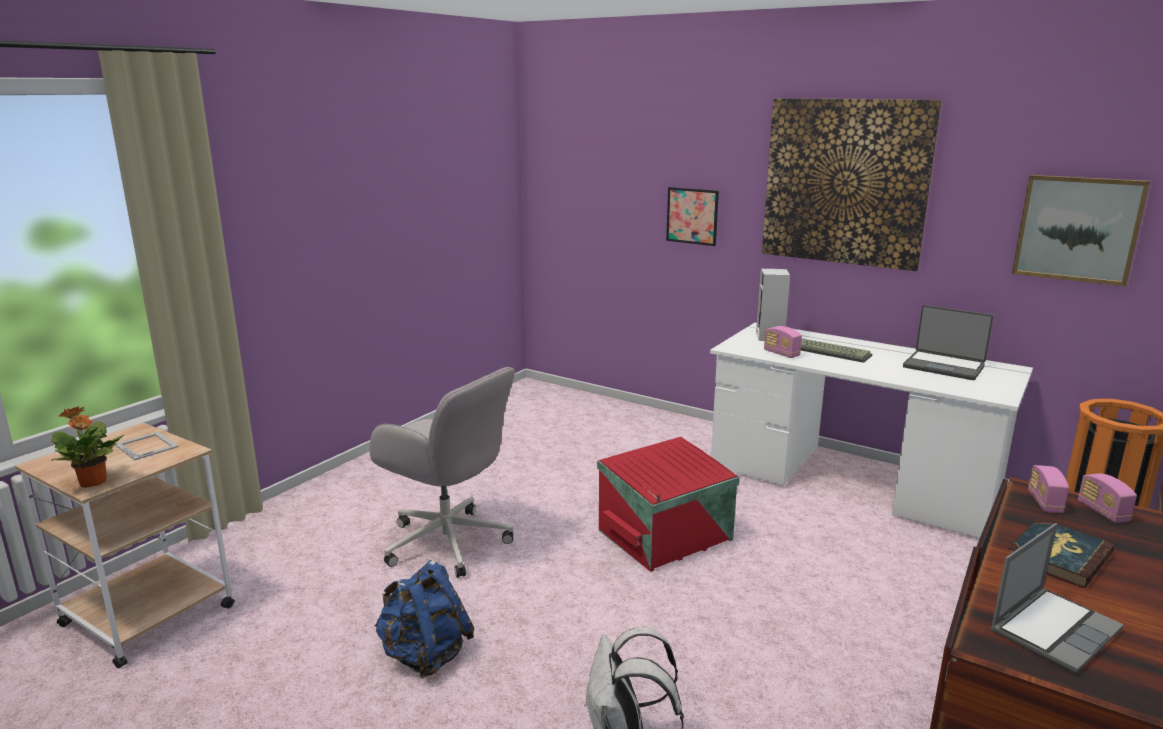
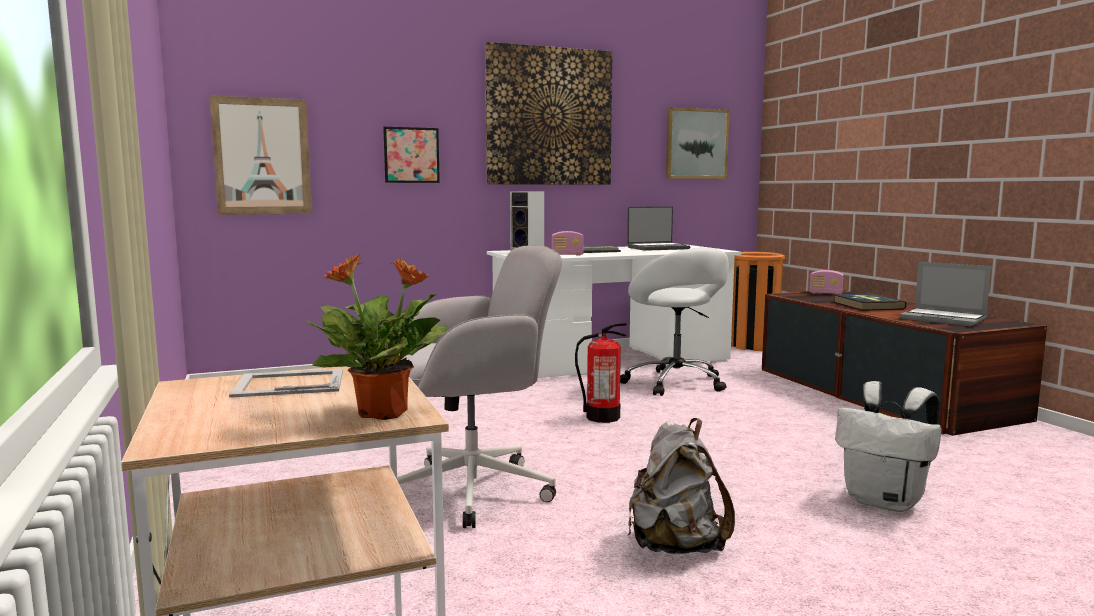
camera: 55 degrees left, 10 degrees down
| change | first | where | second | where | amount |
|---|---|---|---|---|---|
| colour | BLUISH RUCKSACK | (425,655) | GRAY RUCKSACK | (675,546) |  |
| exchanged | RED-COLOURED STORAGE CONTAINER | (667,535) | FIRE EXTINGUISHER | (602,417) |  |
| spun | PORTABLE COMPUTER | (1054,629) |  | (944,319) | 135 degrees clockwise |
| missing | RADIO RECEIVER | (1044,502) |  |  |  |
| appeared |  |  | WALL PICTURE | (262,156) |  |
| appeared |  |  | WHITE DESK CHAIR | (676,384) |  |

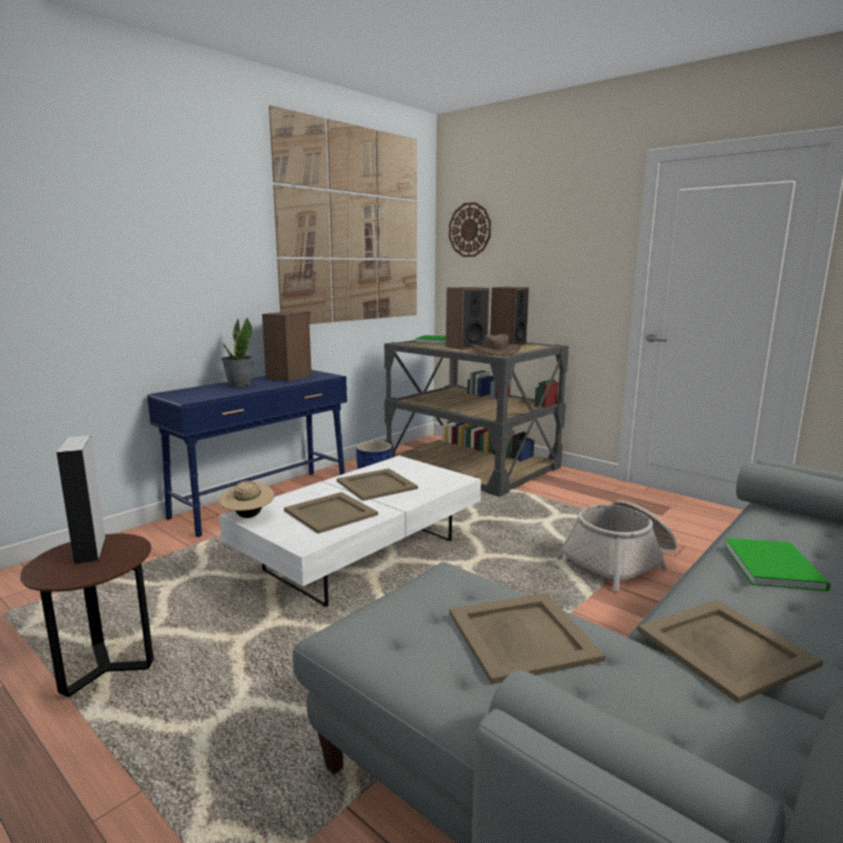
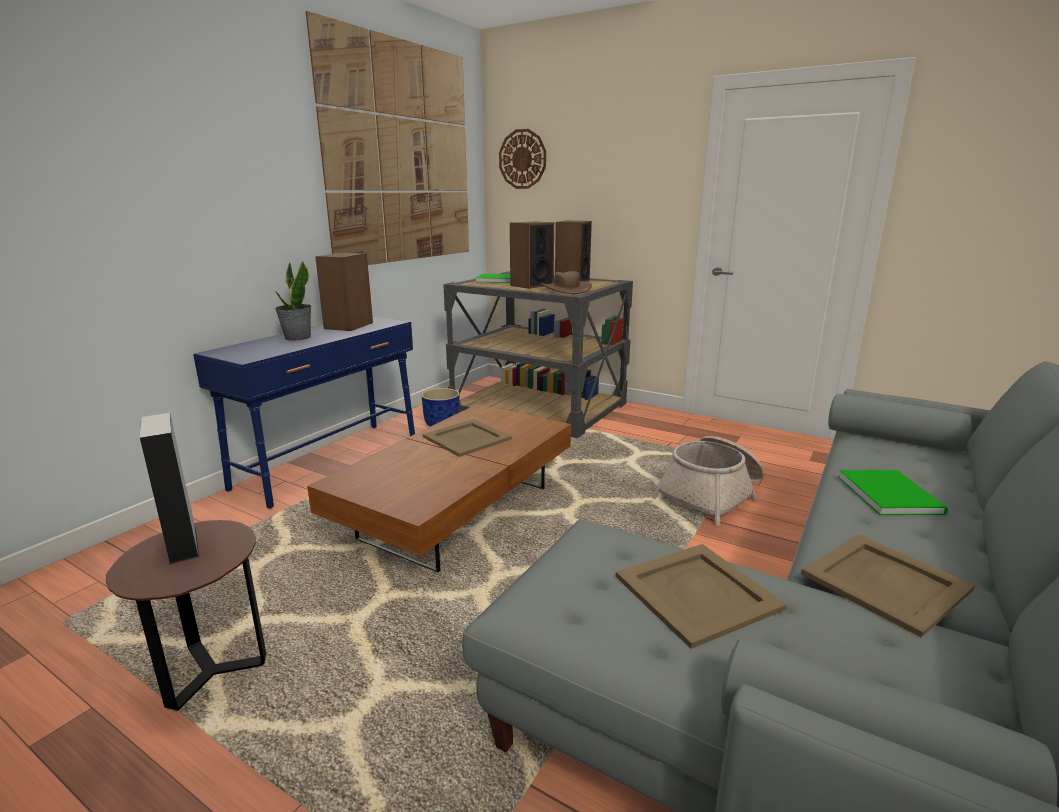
camera: 10 degrees left, 5 degrees up
| change | first | where | second | where | amount |
|---|---|---|---|---|---|
| colour | WHITE LOUNGE TABLE | (362,556) | BROWNISH LOUNGE TABLE | (457,513) |  |
| missing | SAND-COLOURED HAT | (248,516) |  |  |  |
| missing | SAND-COLOURED CARRYING TRAY | (331,512) |  |  |  |

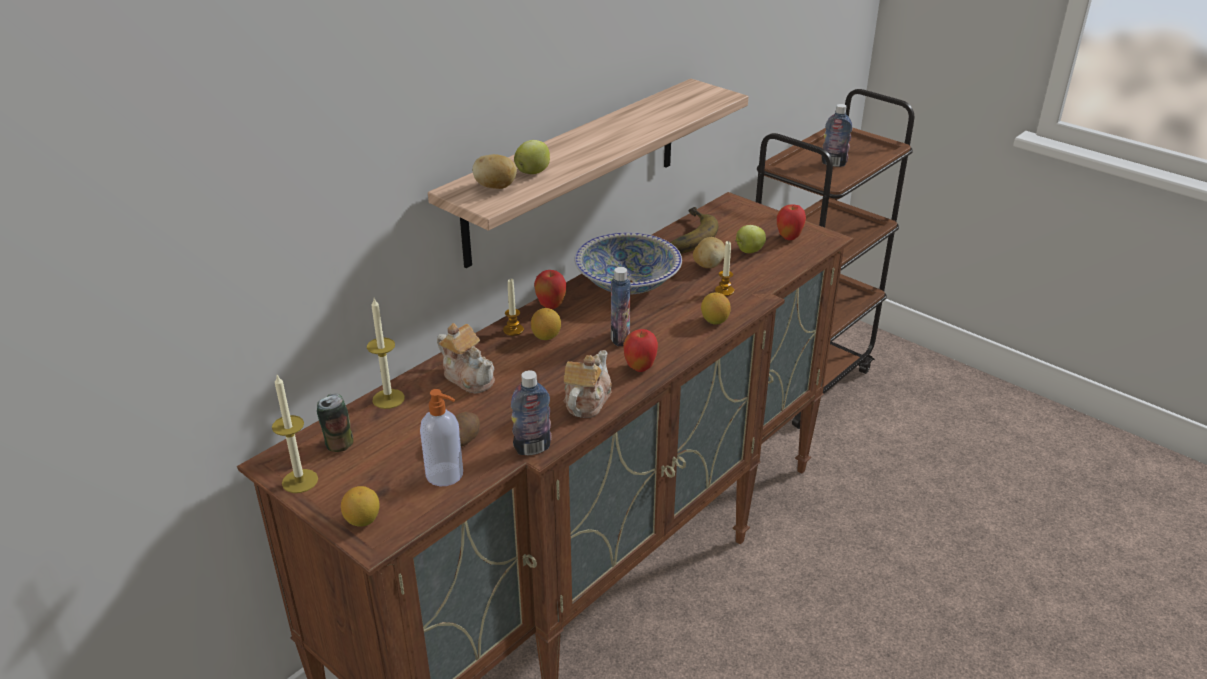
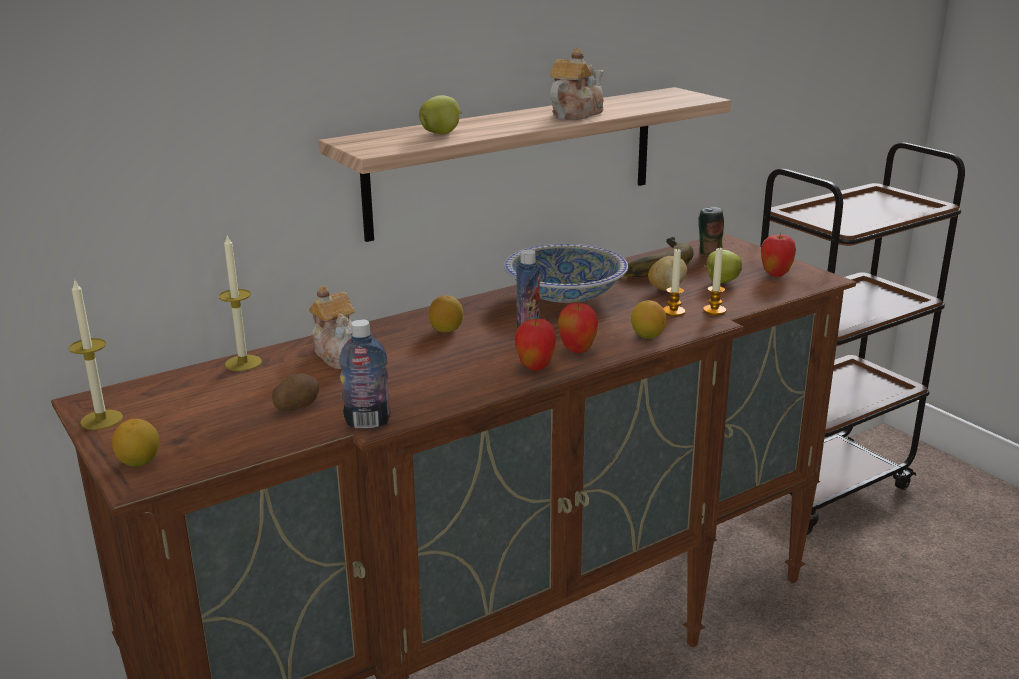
camera: 15 degrees right, 10 degrees down
| change | first | where | second | where | amount |
|---|---|---|---|---|---|
| relocated | SEALED CAN | (339,443) |  | (709,252) |  |
| missing | SOAP BOTTLE | (446,475) |  |  |  |
| missing | WHOLE POTATO | (495,187) |  |  |  |
| relocated | WAX CANDLE | (513,330) |  | (714,310) |  |
| relocated | APPLE | (551,306) |  | (577,350) |  |
| relocated | TEA POT | (586,401) |  | (575,114) |  |
| missing | BOTTLE | (833,163) |  |  |  |

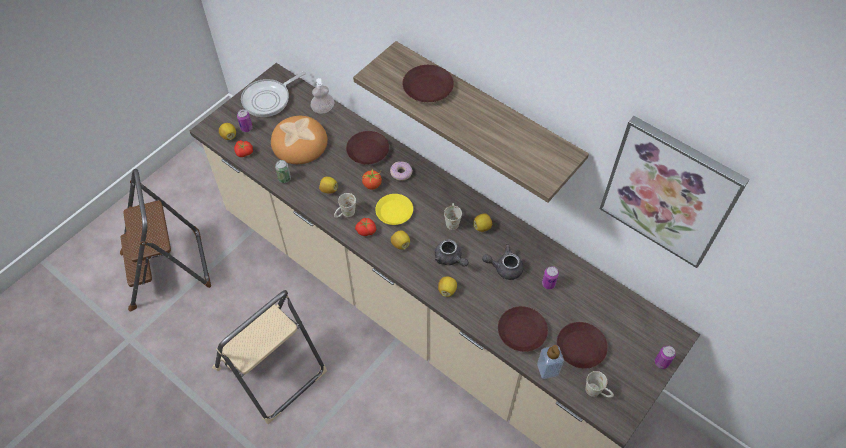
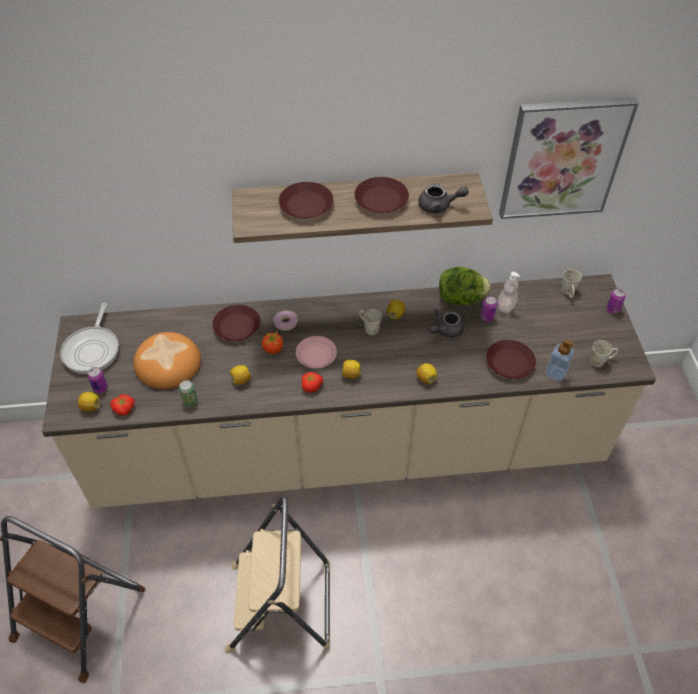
camera: 45 degrees left, 5 degrees down
| change | first | where | second | where | amount |
|---|---|---|---|---|---|
| relocated | SOAP BOTTLE | (323,109) |  | (506,306) |  |
| relocated | WHITE TEA MUG | (345,214) |  | (568,293) |  |
| colour | YELLOW DINNER PLATE | (394,211) | PINKISH DINNER PLATE | (316,354) |  |
| relocated | GRAY TEA POT | (450,259) |  | (439,206) |  |
| relocated | BROWNISH DINNER PLATE | (581,347) |  | (381,199) |  |
| appeared |  |  | HEAD OF LETTUCE | (461,299) |  |

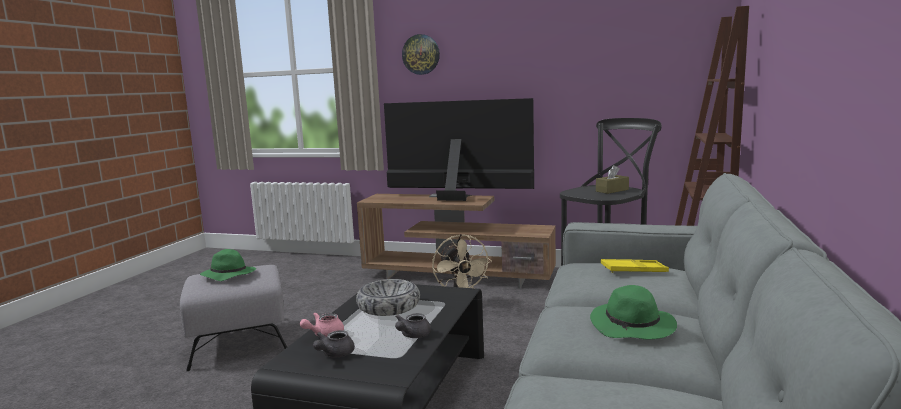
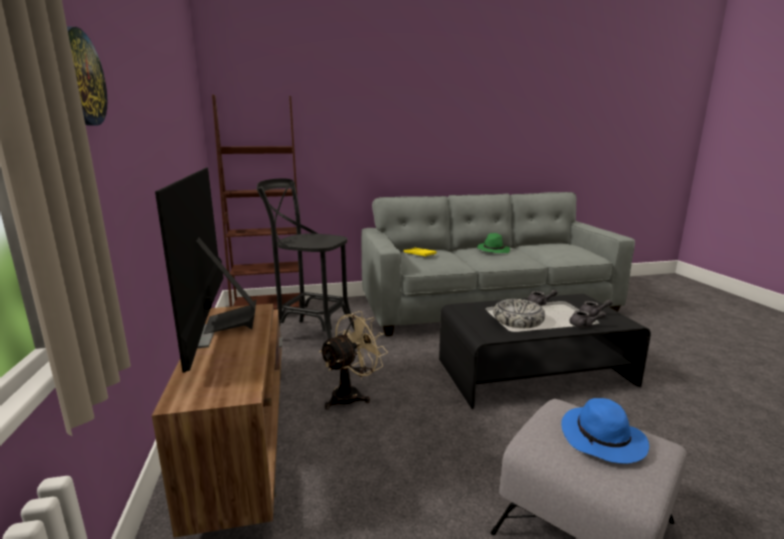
camera: 120 degrees left, 5 degrees up
| change | first | where | second | where | amount |
|---|---|---|---|---|---|
| colour | GREEN HAT | (228,275) | BLUISH HAT | (603,439) |  |
| colour | PINKISH TEA POT | (324,334) | GRAY TEA POT | (584,325) |  |
| missing | BROWNISH BOX OF TISSUES | (612,190) |  |  |  |

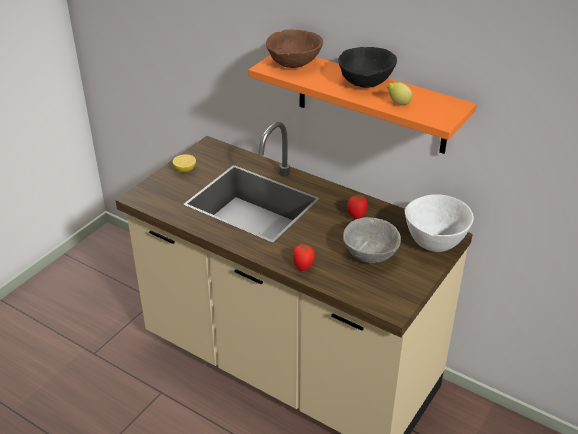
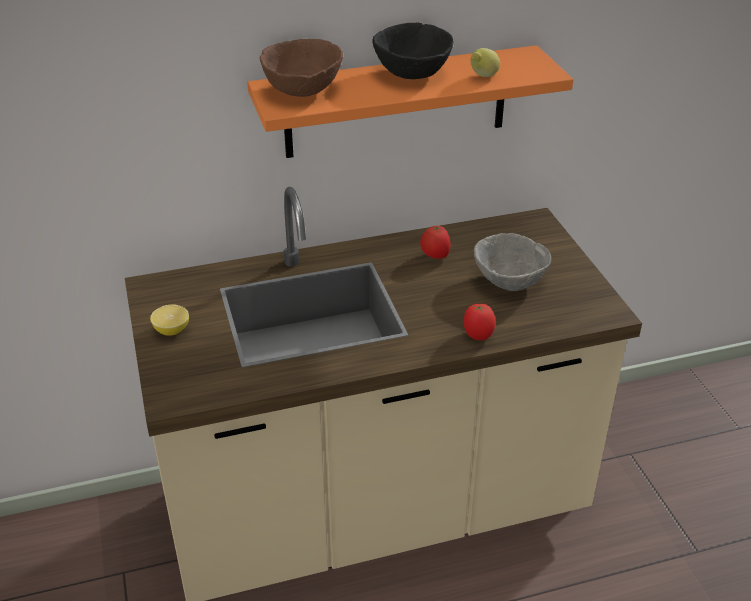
camera: 50 degrees left, 0 degrees up
| change | first | where | second | where | amount |
|---|---|---|---|---|---|
| missing | WHITE BOWL | (435,244) |  |  |  |

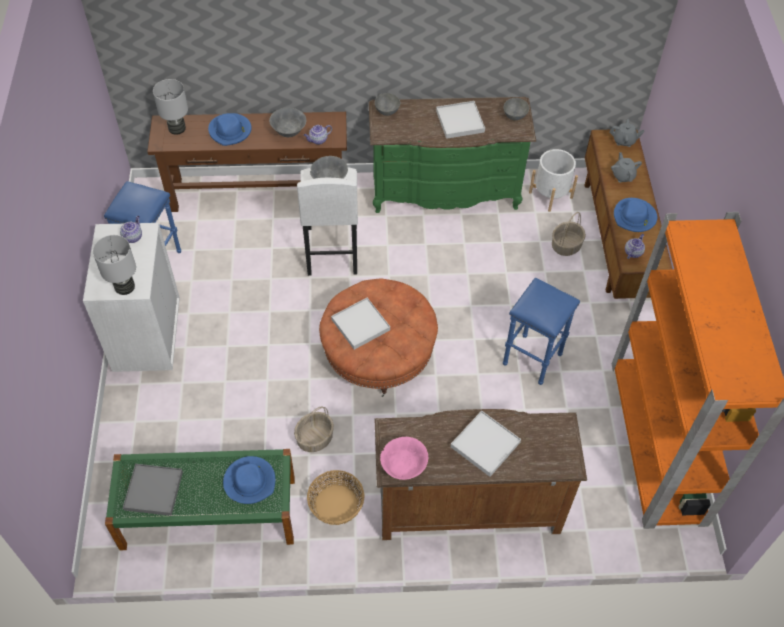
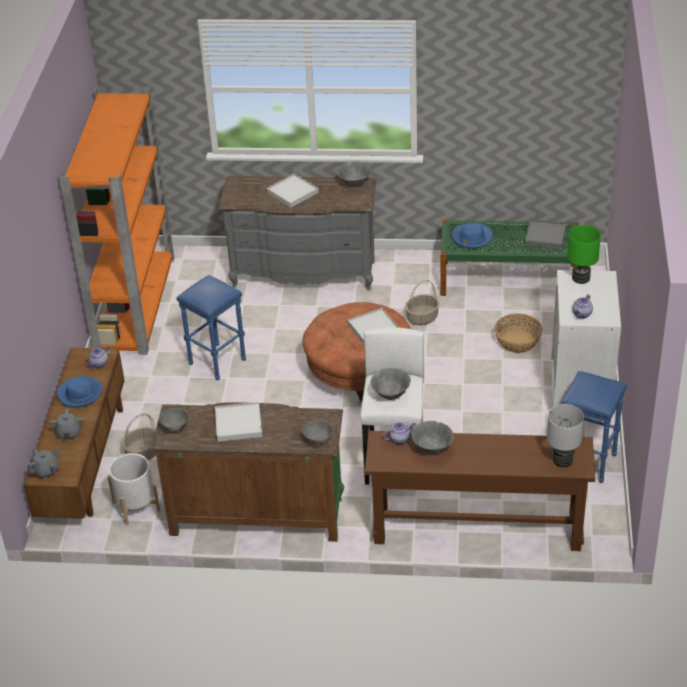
camera: 170 degrees left, 15 degrees down
| change | first | where | second | where | amount |
|---|---|---|---|---|---|
| colour | GRAY TABLE LAMP | (124,287) | GREEN TABLE LAMP | (580,278) |  |
| missing | BLUISH HAT | (230,131) |  |  |  |
| relocated | BASKET | (335,504) |  | (518,341) |  |
| colour | PINKISH BOWL | (403,467) | GRAY BOWL | (355,184) |  |
| spun | GRAY TEA POT | (624,141) |  | (46,471) | 120 degrees clockwise |

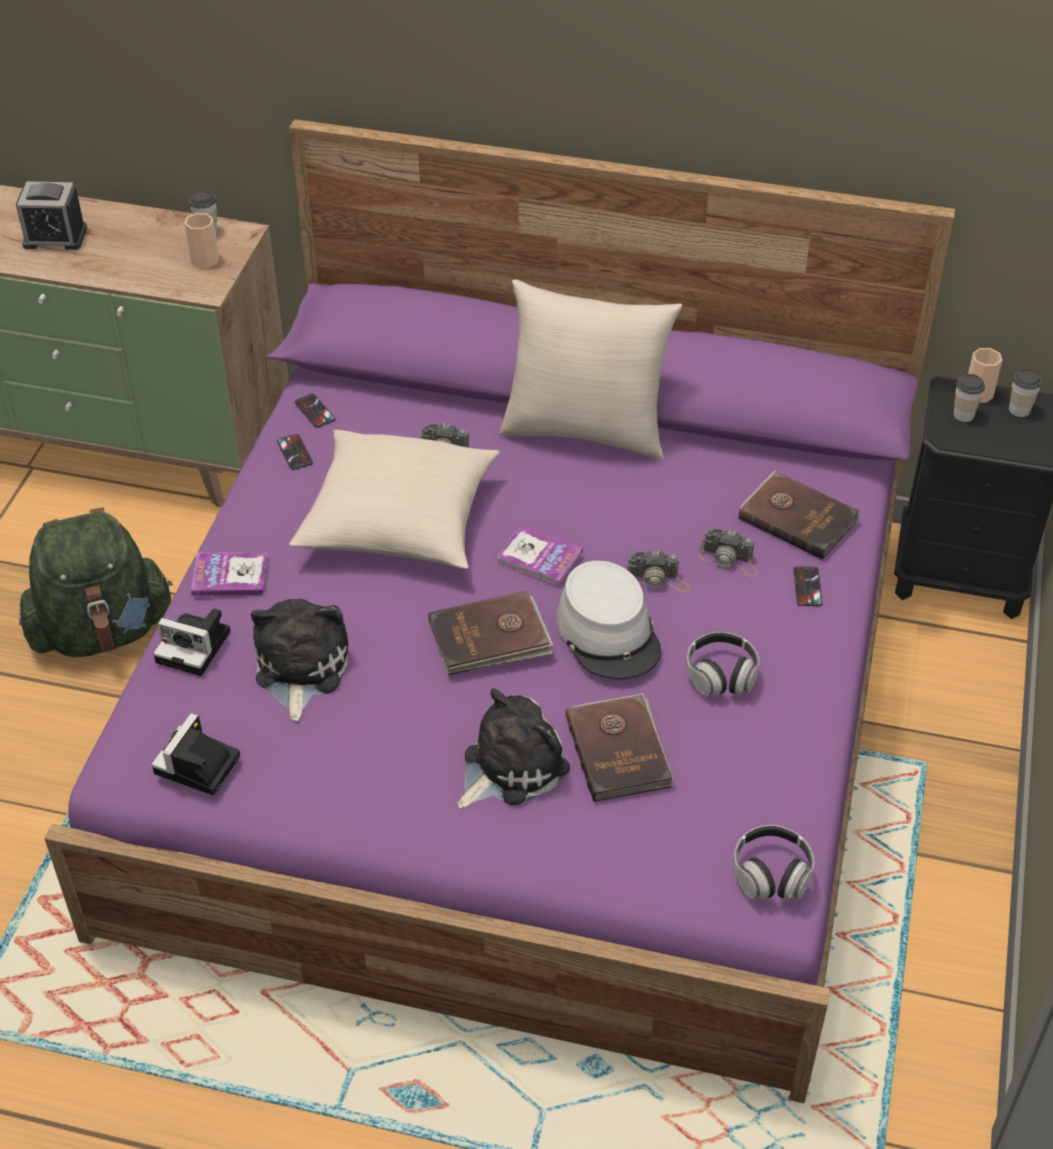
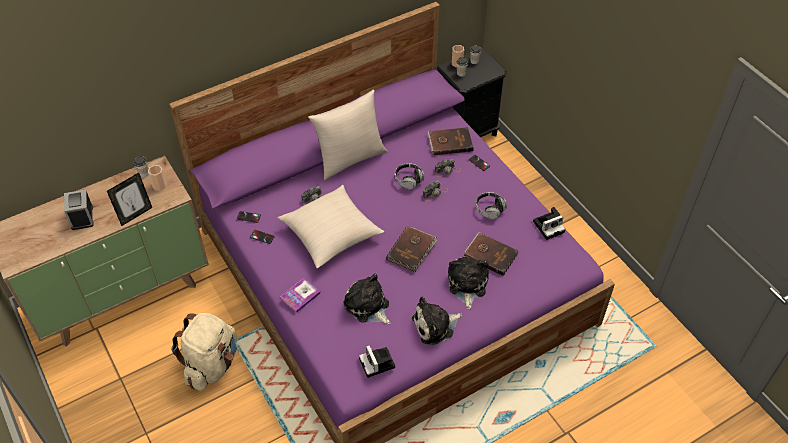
camera: 45 degrees left, 5 degrees up
| change | first | where | second | where | amount |
|---|---|---|---|---|---|
| spun | TABLE CLOCK | (55,237) |  | (82,217) | 120 degrees clockwise |
| colour | GREEN RUCKSACK | (103,631) | SAND-COLOURED RUCKSACK | (212,364) |  |
| relocated | STILL CAMERA | (196,647) |  | (549,226) |  |
| missing | BOUND BOOK | (539,557) |  |  |  |
| missing | GRAY HAT | (609,633) |  |  |  |
| relocated | HEADSET | (771,874) |  | (409,180) |  |
| appeared |  |  | PHOTO FRAME | (135,215) |  |
| appeared |  |  | SOFT TOY | (435,326) |  |

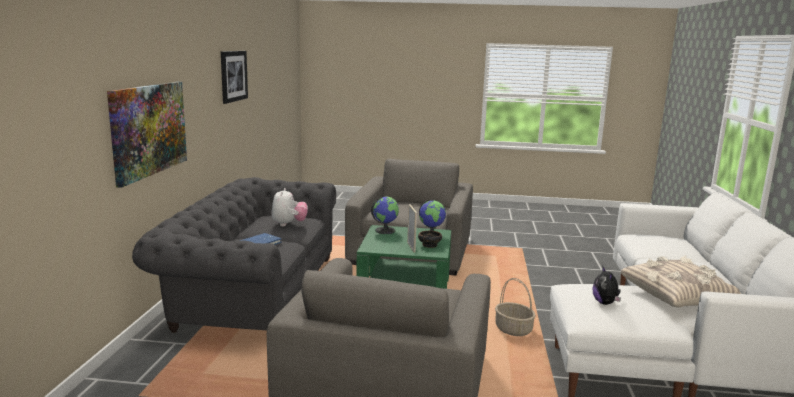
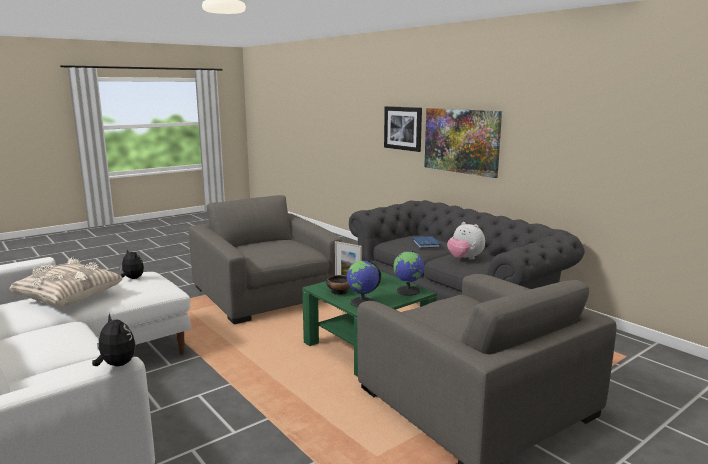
camera: 135 degrees right, 0 degrees up
| change | first | where | second | where | amount |
|---|---|---|---|---|---|
| relocated | WALL PICTURE | (233,76) |  | (403,128) |  |
| missing | BASKET | (514,329) |  |  |  |
| appeared |  |  | SOFT TOY | (116,365) |  |

